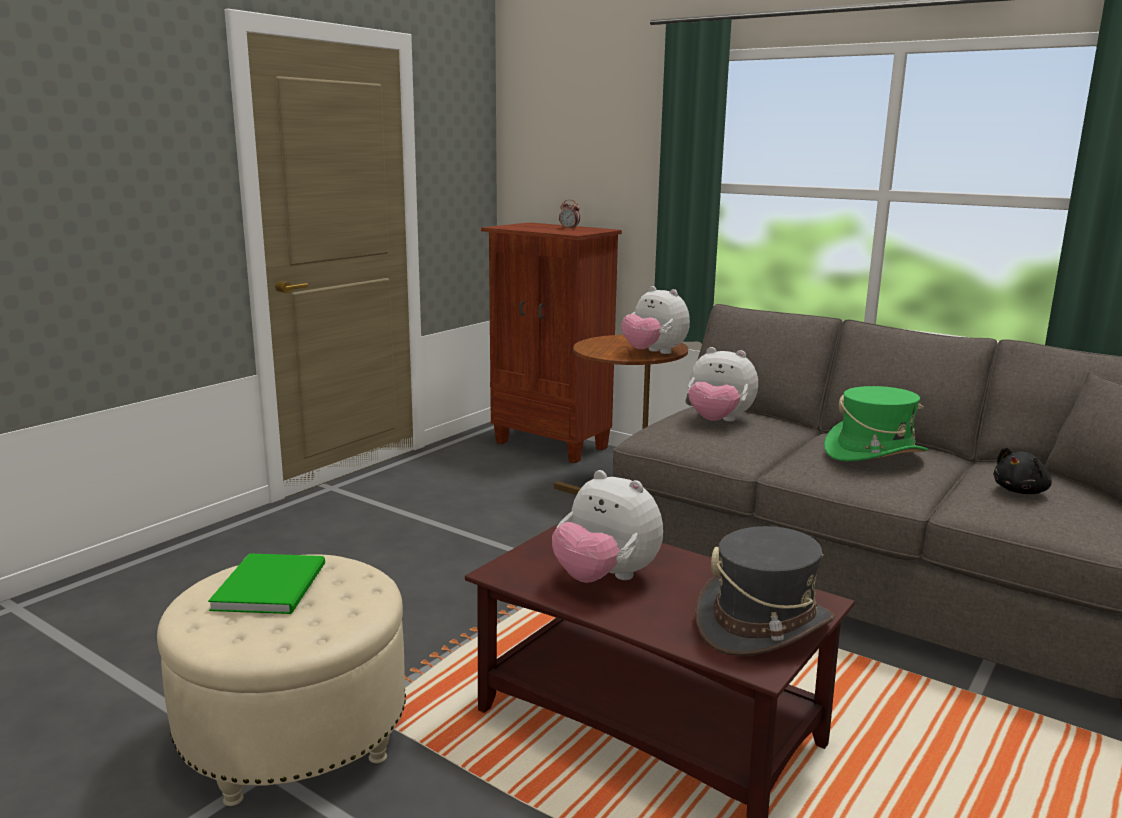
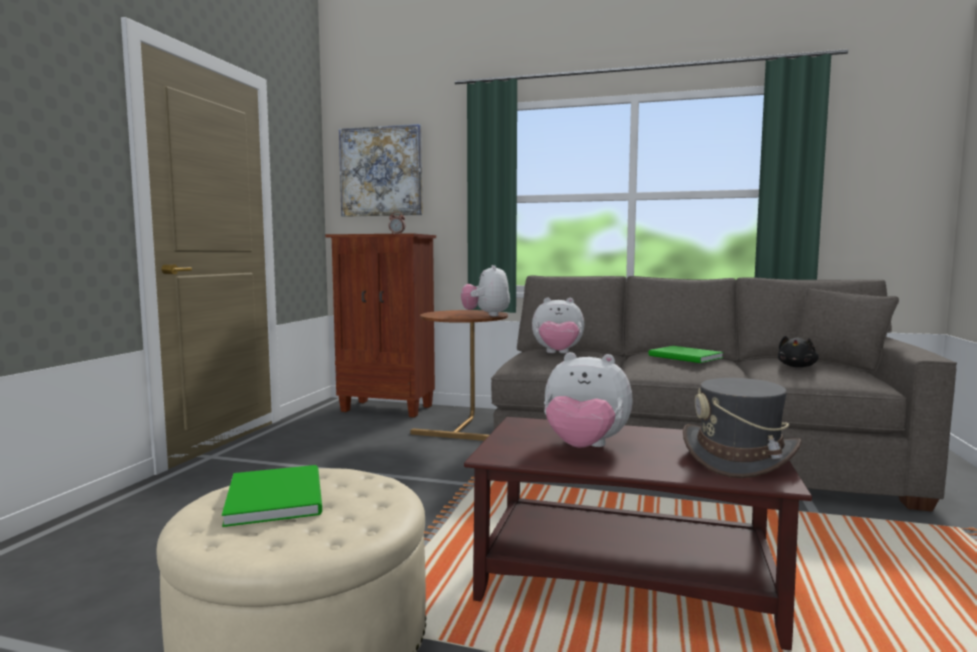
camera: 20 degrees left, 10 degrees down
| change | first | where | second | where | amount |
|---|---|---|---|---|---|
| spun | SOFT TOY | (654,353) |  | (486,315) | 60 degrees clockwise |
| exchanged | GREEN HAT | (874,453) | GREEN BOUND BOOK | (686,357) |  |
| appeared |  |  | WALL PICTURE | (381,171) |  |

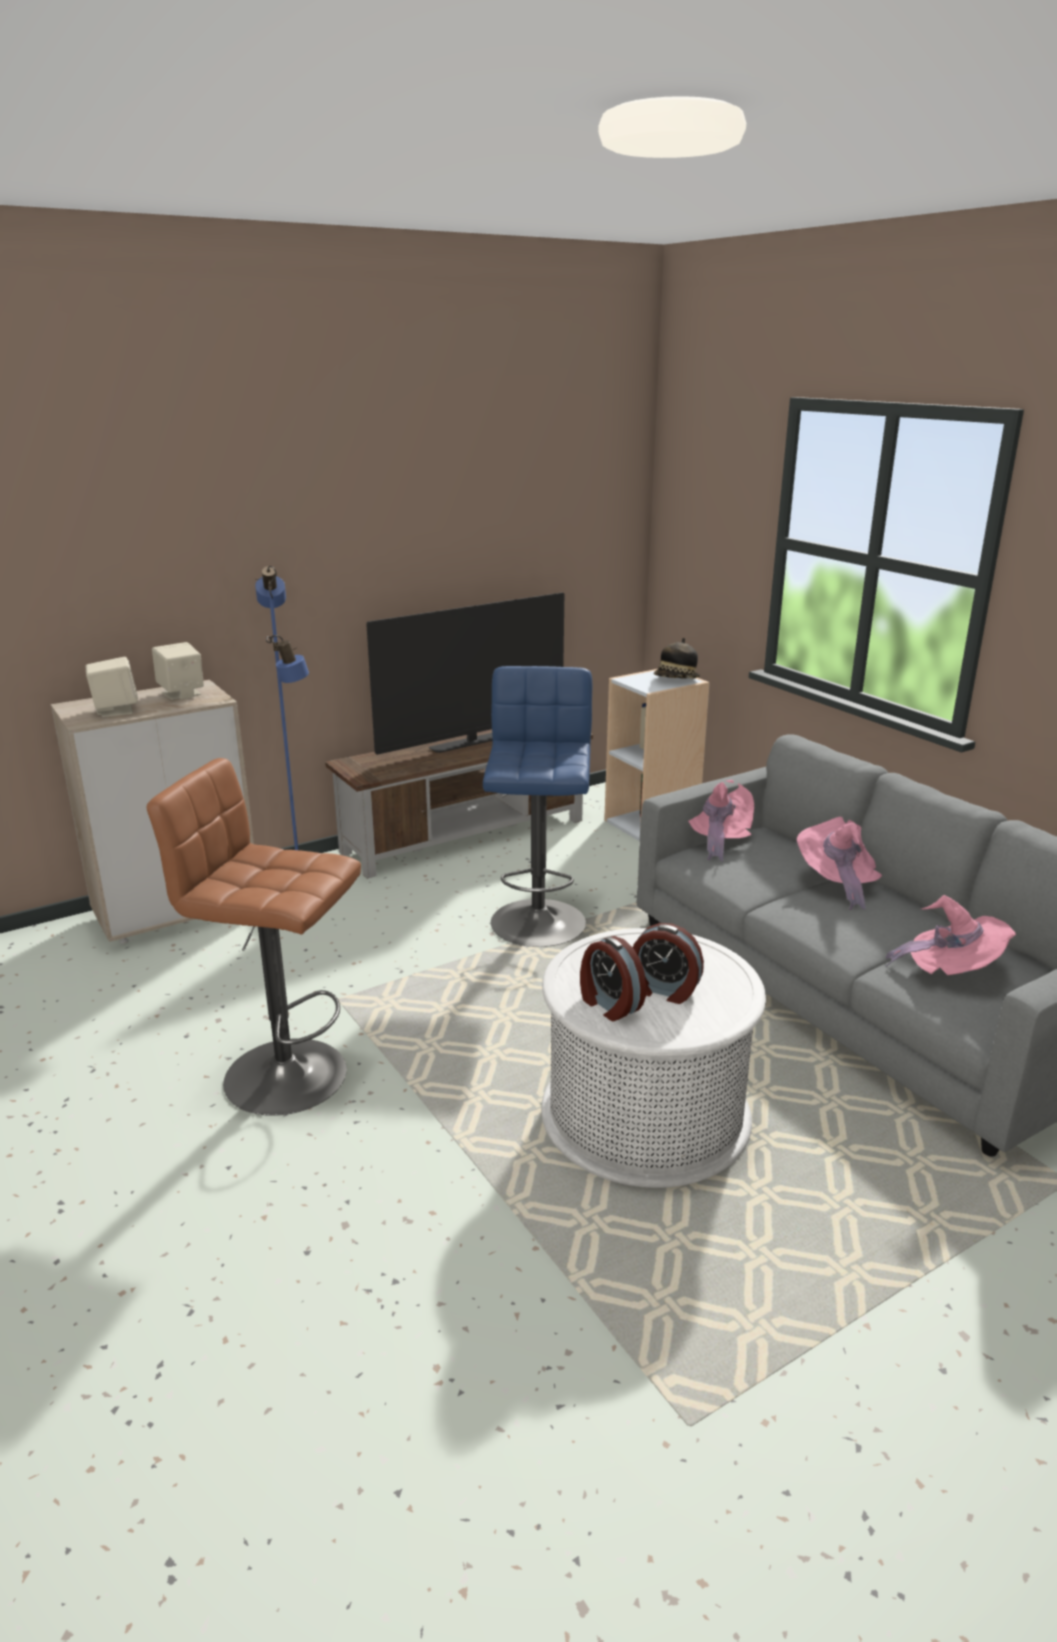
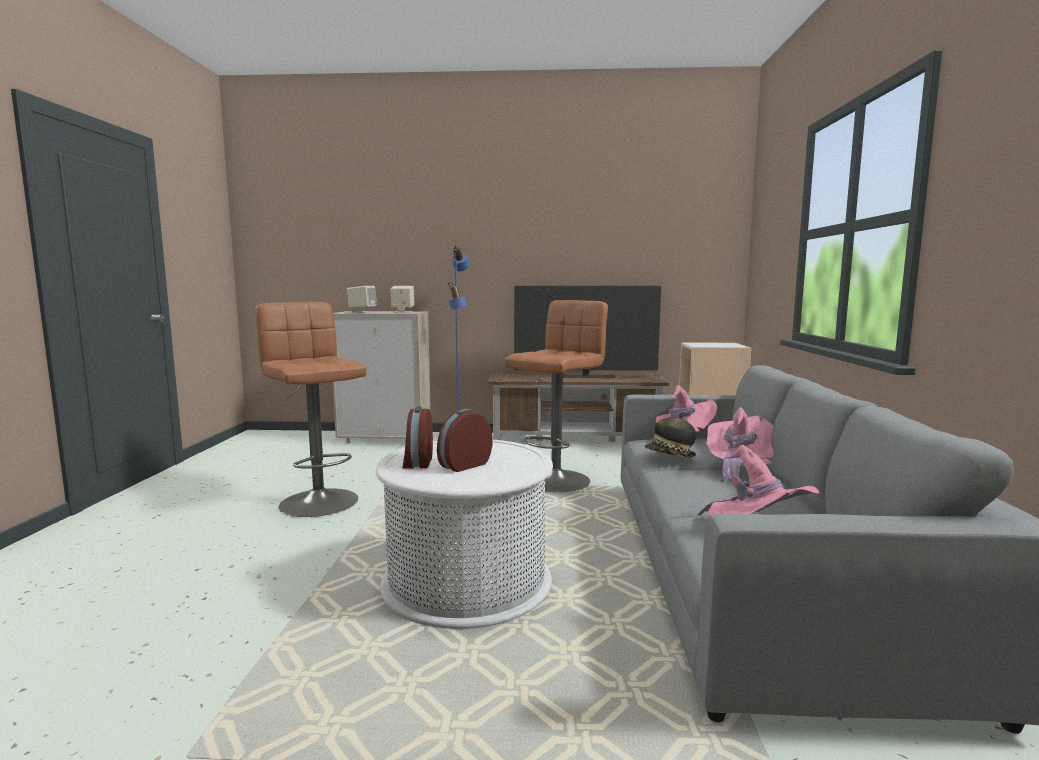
camera: 35 degrees right, 15 degrees down
| change | first | where | second | where | amount |
|---|---|---|---|---|---|
| colour | BLUISH STOOL SEAT | (539,922) | BROWNISH STOOL SEAT | (557,481) |  |
| spun | TABLE CLOCK | (663,990) |  | (464,465) | 75 degrees clockwise |
| relocated | HAT | (676,680) |  | (670,456) |  |

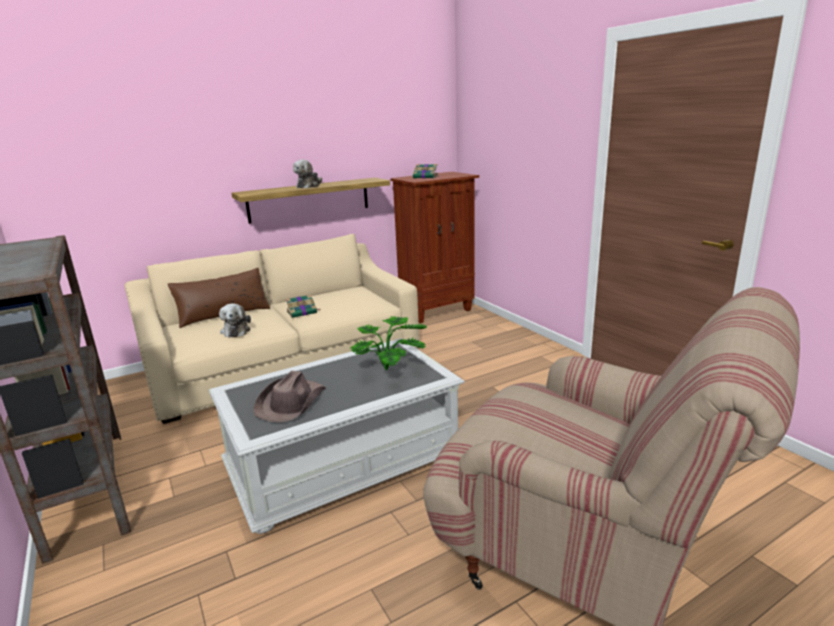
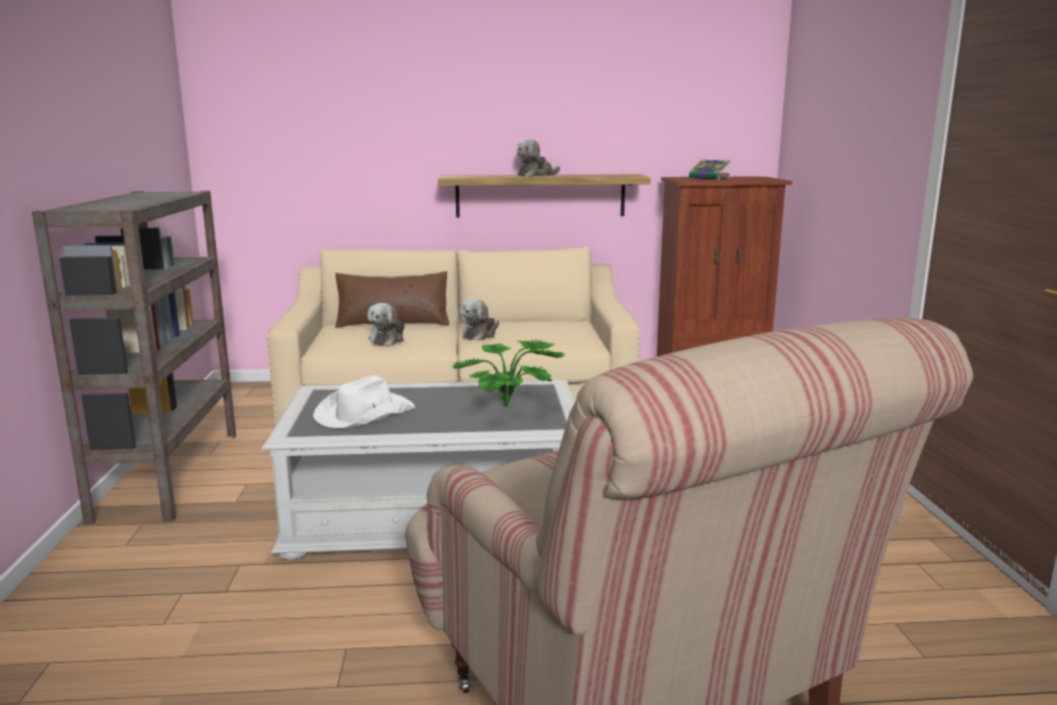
camera: 25 degrees right, 5 degrees down
| change | first | where | second | where | amount |
|---|---|---|---|---|---|
| colour | BROWNISH HAT | (291,402) | WHITE HAT | (363,414) |  |
| exchanged | BOUND BOOK | (302,312) | SOFT TOY | (480,334) |  |

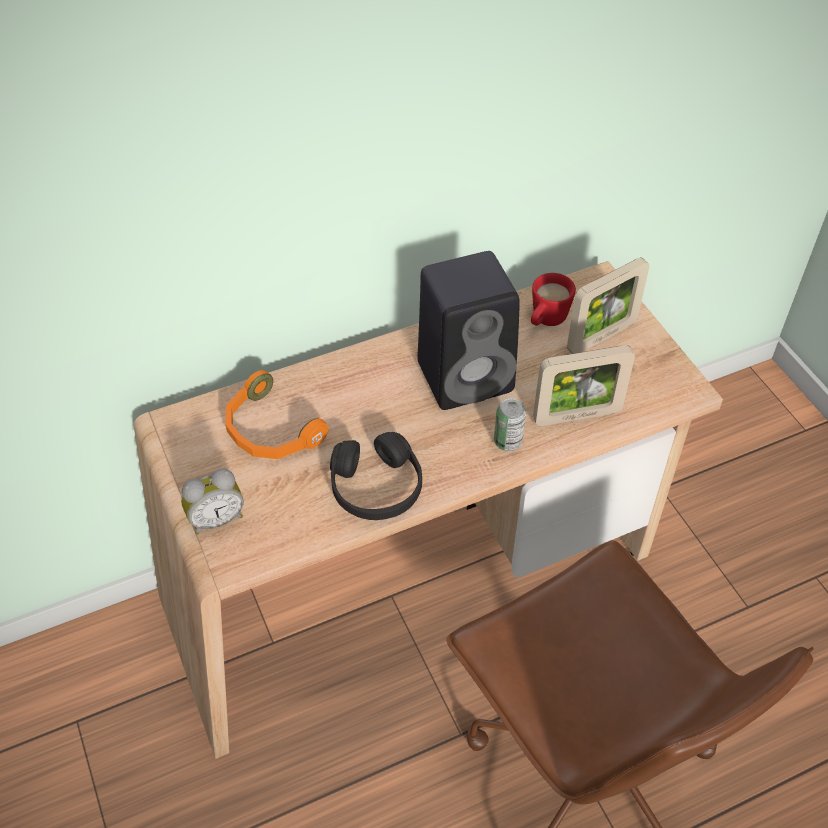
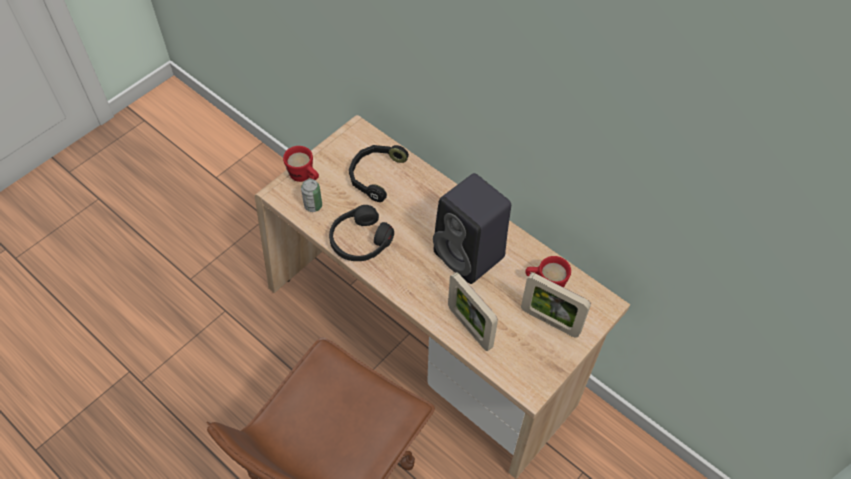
camera: 65 degrees right, 5 degrees up
| change | first | where | second | where | amount |
|---|---|---|---|---|---|
| exchanged | TABLE CLOCK | (216,518) | RED-COLOURED TEA MUG | (304,177) |  |
| colour | ORANGE-COLOURED HEADSET | (269,431) | BLACK-COLOURED HEADSET | (375,175) |  |
| relocated | SEALED CAN | (508,441) |  | (313,206) |  |

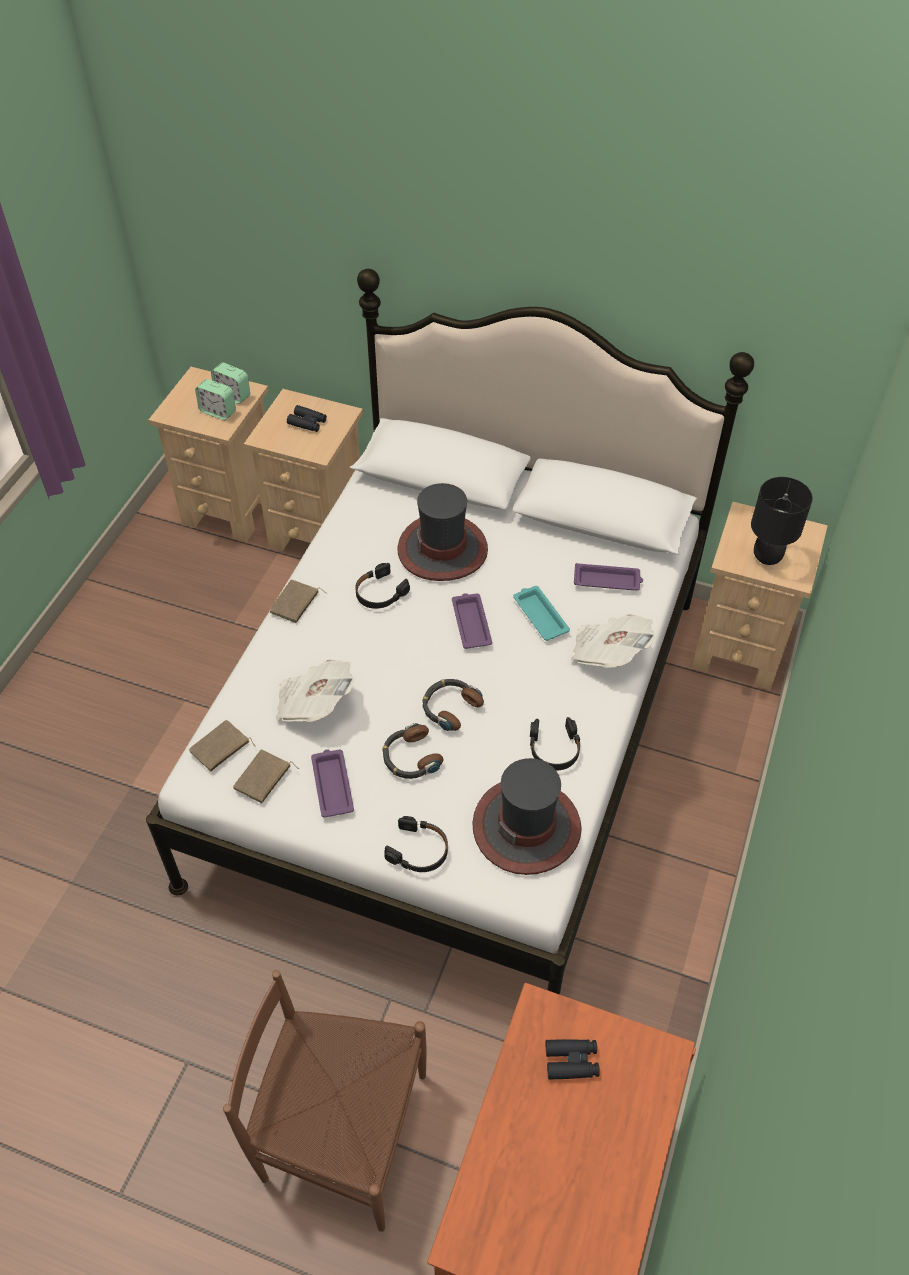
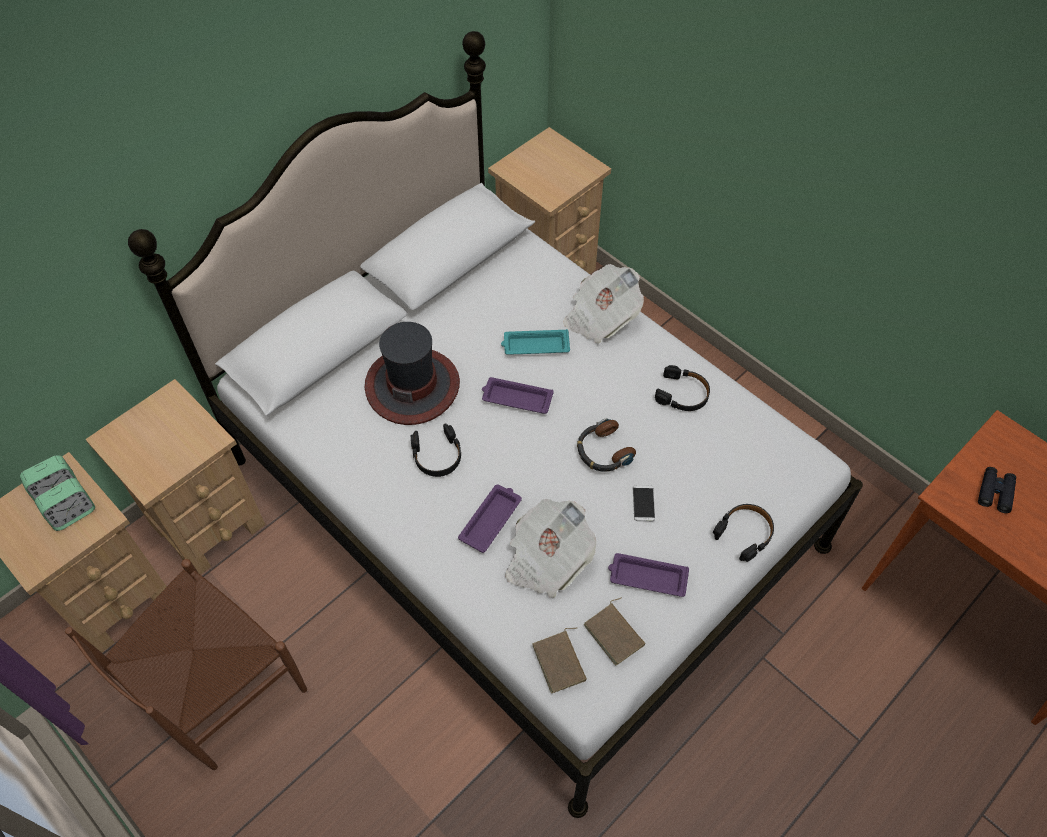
camera: 65 degrees left, 5 degrees up
| change | first | where | second | where | amount |
|---|---|---|---|---|---|
| relocated | BROWNISH UPRIGHT CHAIR | (342,1132) |  | (219,691) |  |
| missing | BROWNISH BOUND BOOK | (295,604) |  |  |  |
| missing | BLACK-COLOURED PAIR OF BINOCULARS | (307,422) |  |  |  |
| exchanged | HEADSET | (410,757) | PHONE | (643,503) |  |
| missing | HAT | (527,826) |  |  |  |
| relocated | PURPLISH CARRYING TRAY | (608,581) |  | (491,519) |  |
| missing | BLACK-COLOURED TABLE LAMP | (768,557) |  |  |  |

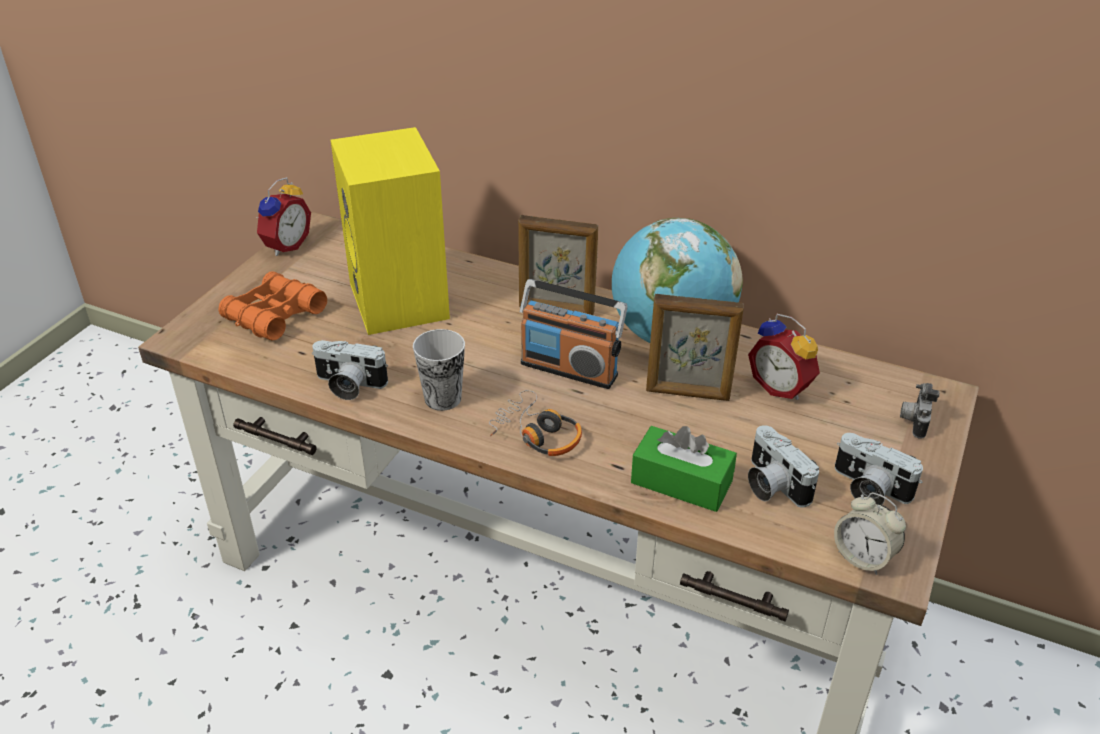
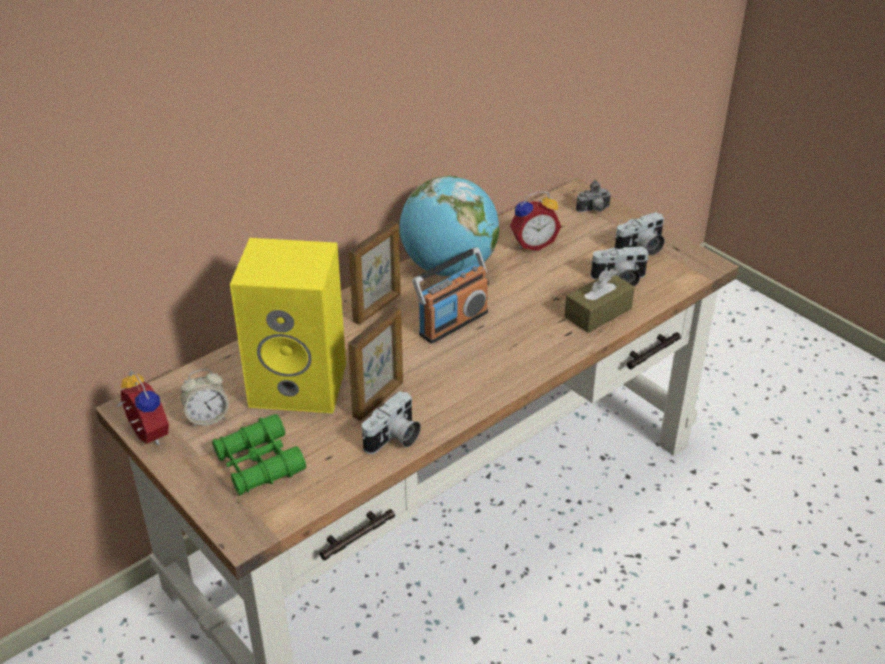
camera: 65 degrees left, 0 degrees up
| change | first | where | second | where | amount |
|---|---|---|---|---|---|
| colour | ORANGE-COLOURED PAIR OF BINOCULARS | (274,315) | GREEN PAIR OF BINOCULARS | (259,464) |  |
| missing | DRINKING CUP | (443,398) |  |  |  |
| missing | HEADSET | (537,434) |  |  |  |
| colour | GREEN BOX OF TISSUES | (681,482) | BROWNISH BOX OF TISSUES | (598,312) |  |
| relocated | PHOTO FRAME | (688,394) |  | (379,400) |  |
| relocated | TABLE CLOCK | (863,557) |  | (207,417) |  |
| spun | STILL CAMERA | (913,421) |  | (594,210) | 60 degrees counterclockwise |

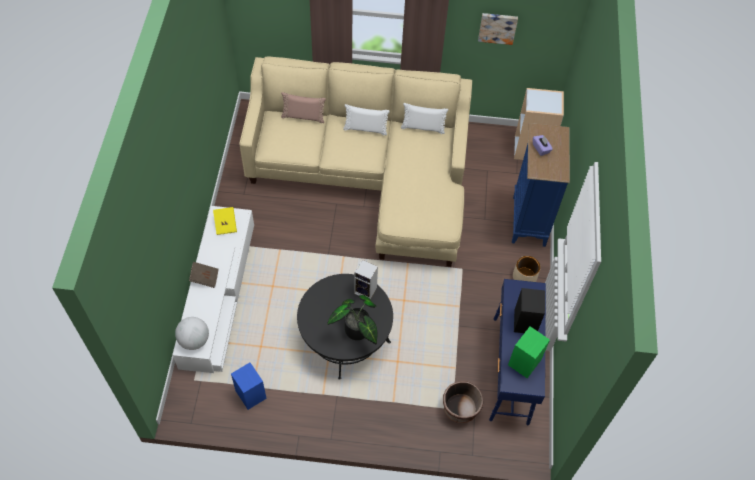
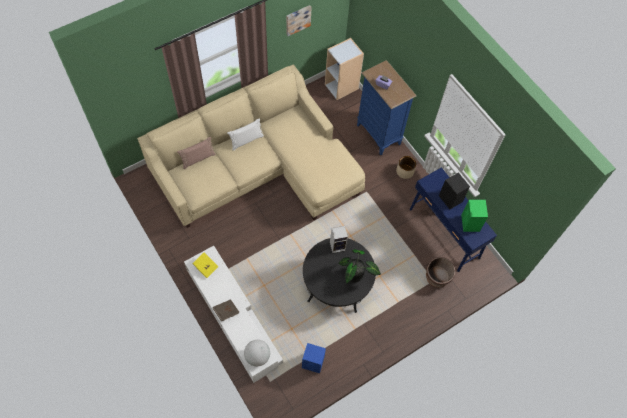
camera: 40 degrees left, 5 degrees up
| change | first | where | second | where | amount |
|---|---|---|---|---|---|
| missing | WHITE PILLOW | (423,127) |  |  |  |

